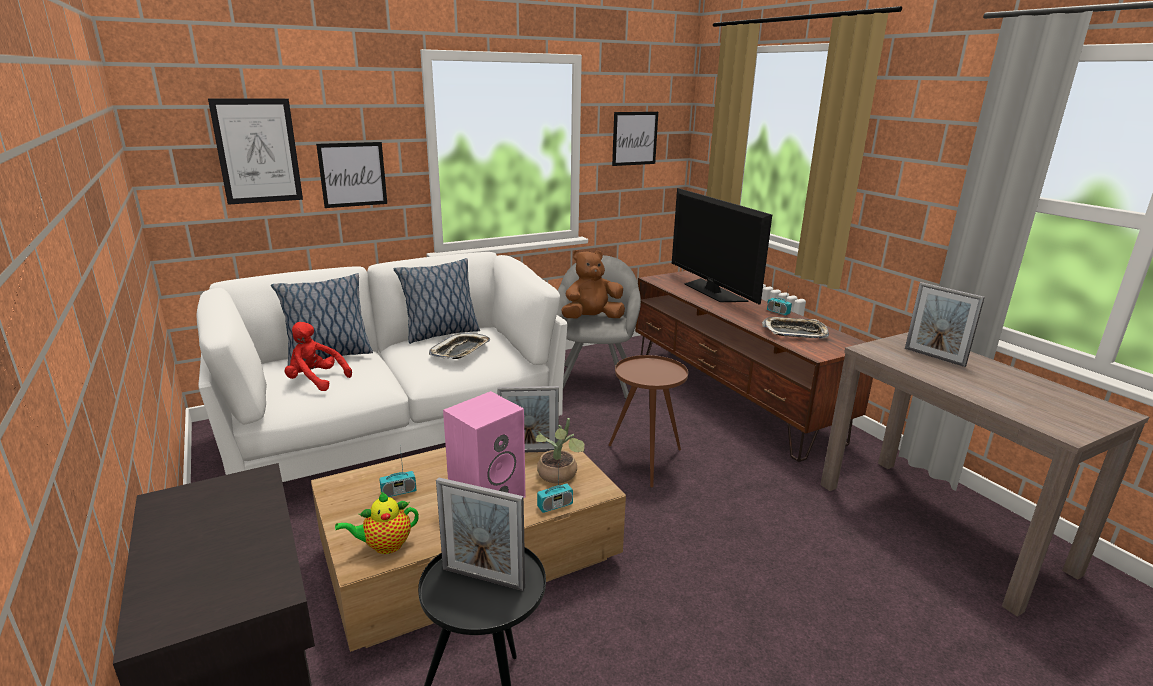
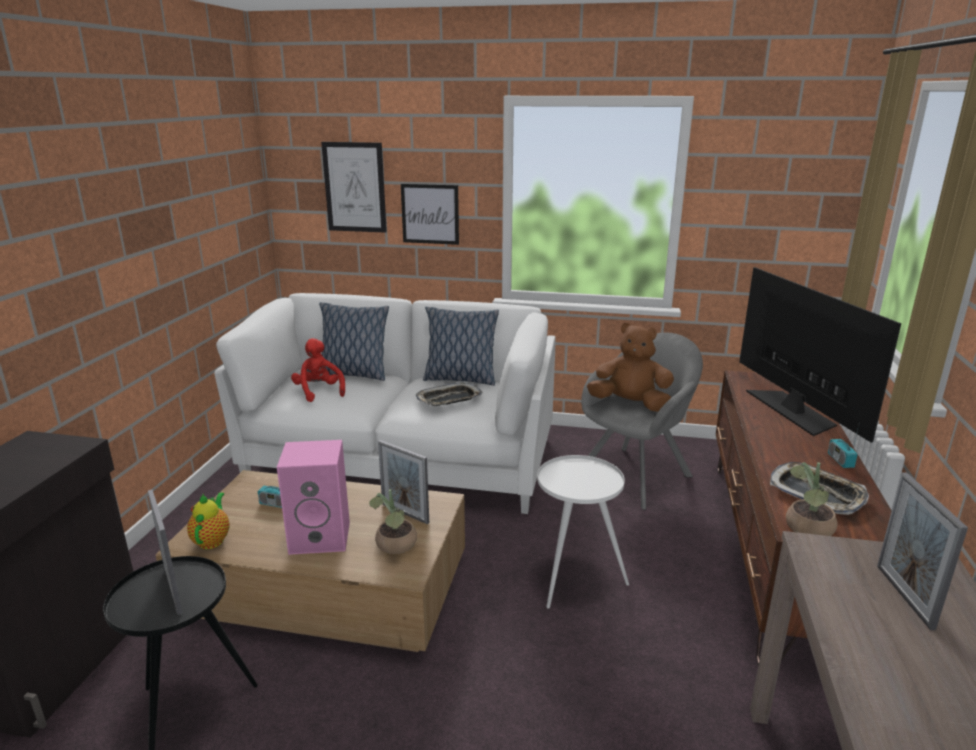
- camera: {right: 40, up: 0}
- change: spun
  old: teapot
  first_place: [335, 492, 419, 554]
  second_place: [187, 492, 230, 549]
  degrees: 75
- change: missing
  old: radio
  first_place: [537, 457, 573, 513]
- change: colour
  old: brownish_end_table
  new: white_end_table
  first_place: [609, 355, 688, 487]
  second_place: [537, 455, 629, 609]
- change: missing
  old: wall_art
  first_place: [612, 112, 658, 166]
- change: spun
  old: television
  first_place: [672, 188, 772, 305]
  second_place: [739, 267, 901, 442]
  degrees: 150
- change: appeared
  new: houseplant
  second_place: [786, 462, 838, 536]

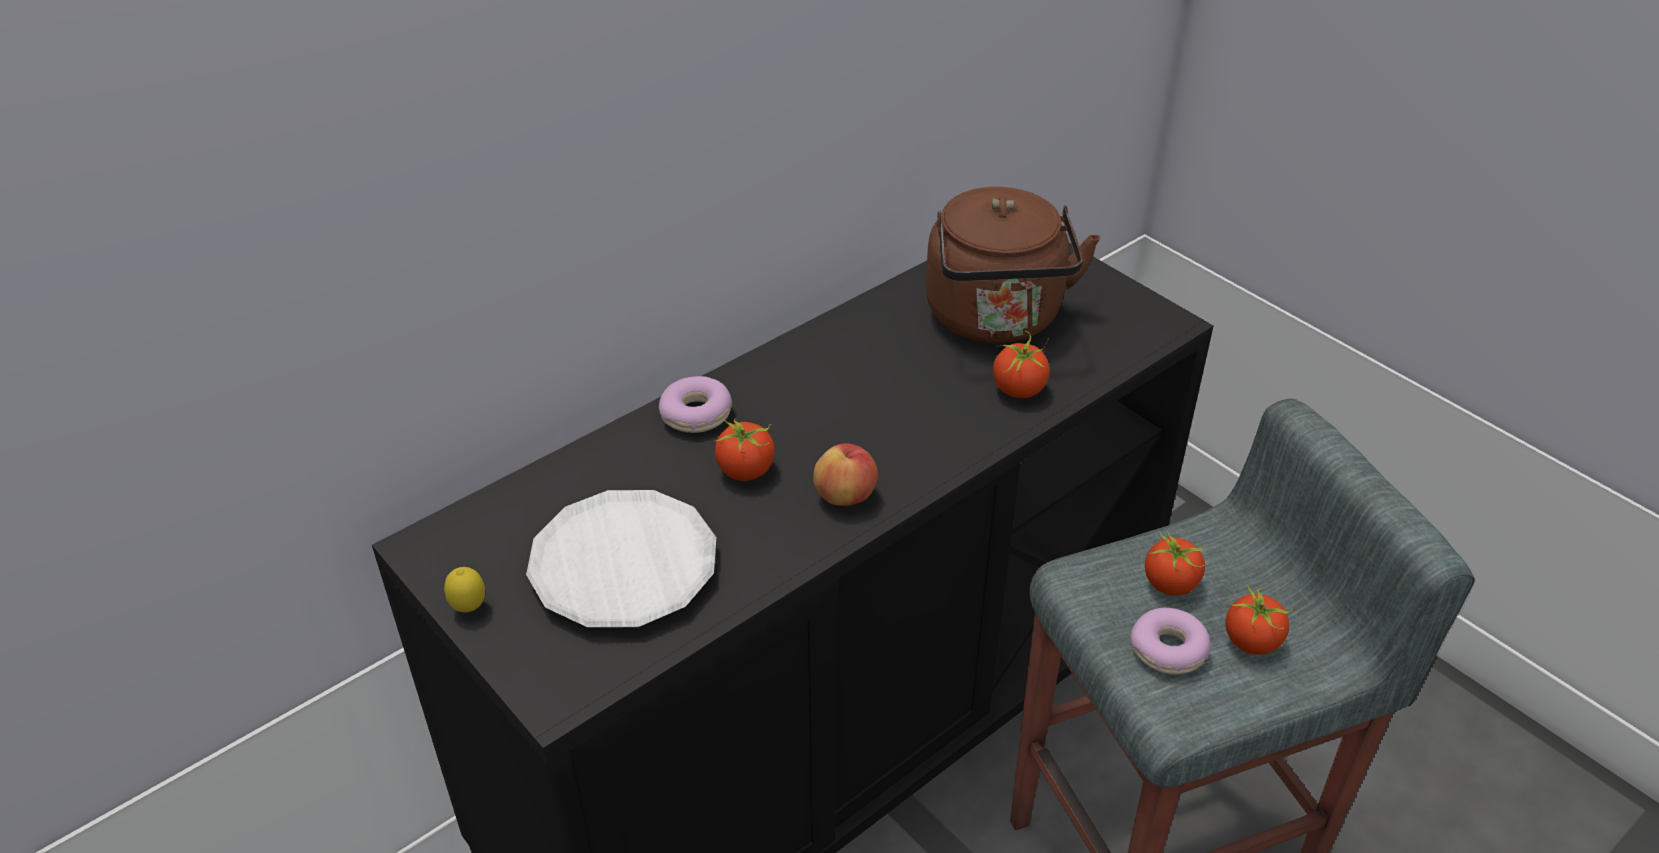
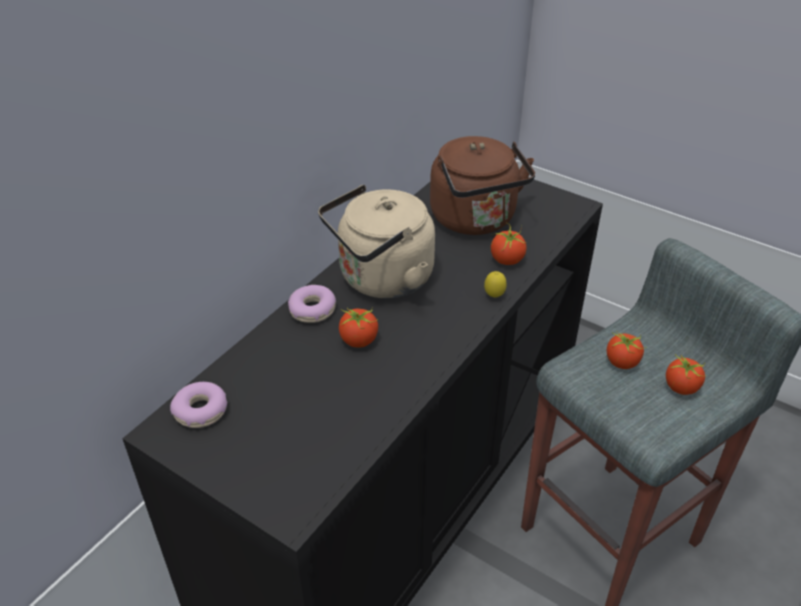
- camera: {right: -15, up: 0}
- change: relocated
  old: citrus_fruit
  first_place: [444, 567, 485, 612]
  second_place: [484, 271, 507, 297]
- change: missing
  old: white_dinner_plate
  first_place: [526, 490, 716, 628]
- change: missing
  old: whole_apple
  first_place: [813, 443, 878, 506]
- change: relocated
  old: doughnut
  first_place: [1131, 608, 1210, 674]
  second_place: [170, 382, 227, 428]
- change: appeared
  new: beige-coloured_tea_kettle
  second_place: [318, 185, 435, 298]

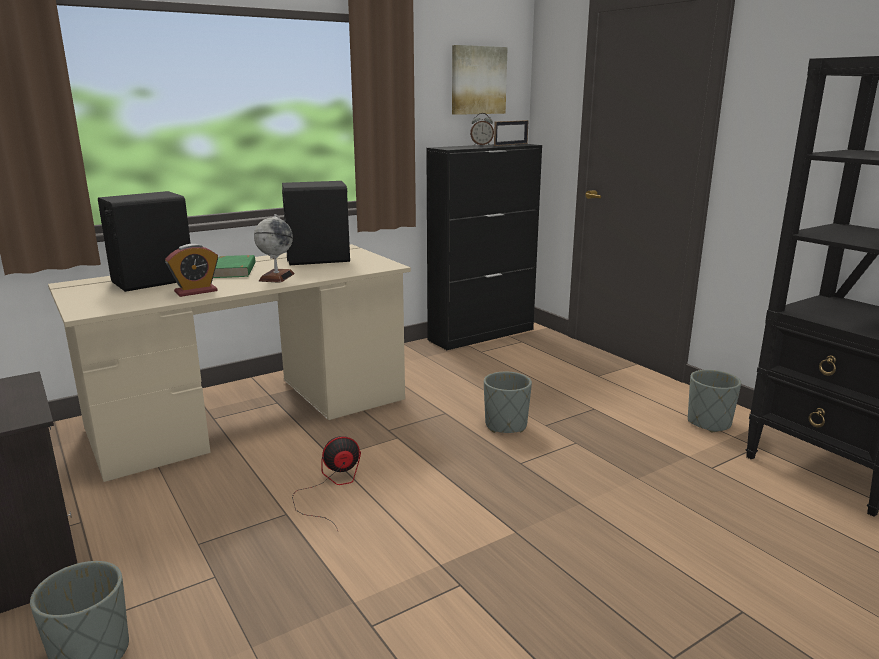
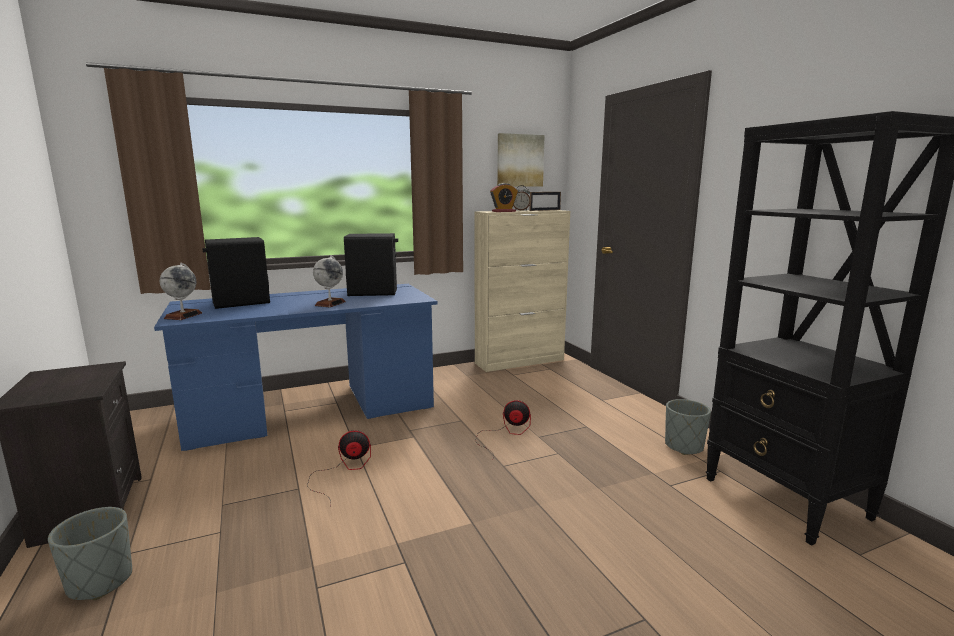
- camera: {right: 10, up: -5}
- change: colour
  old: beige-coloured_desk_table
  new: blue_desk_table
  first_place: [48, 244, 411, 482]
  second_place: [154, 284, 438, 451]
- change: relocated
  old: bedside_clock
  first_place: [165, 244, 218, 297]
  second_place: [490, 183, 518, 212]
- change: missing
  old: greenish_bound_book
  first_place: [213, 255, 255, 278]
- change: colour
  old: blackish_cupboard
  new: beige-coloured_cupboard
  first_place: [426, 144, 542, 350]
  second_place: [475, 210, 570, 372]
- change: exchanged
  old: gray_plant_pot
  new: fan
  first_place: [484, 372, 532, 433]
  second_place: [475, 400, 531, 457]
- change: appeared
  new: world_globe
  second_place: [160, 263, 202, 320]

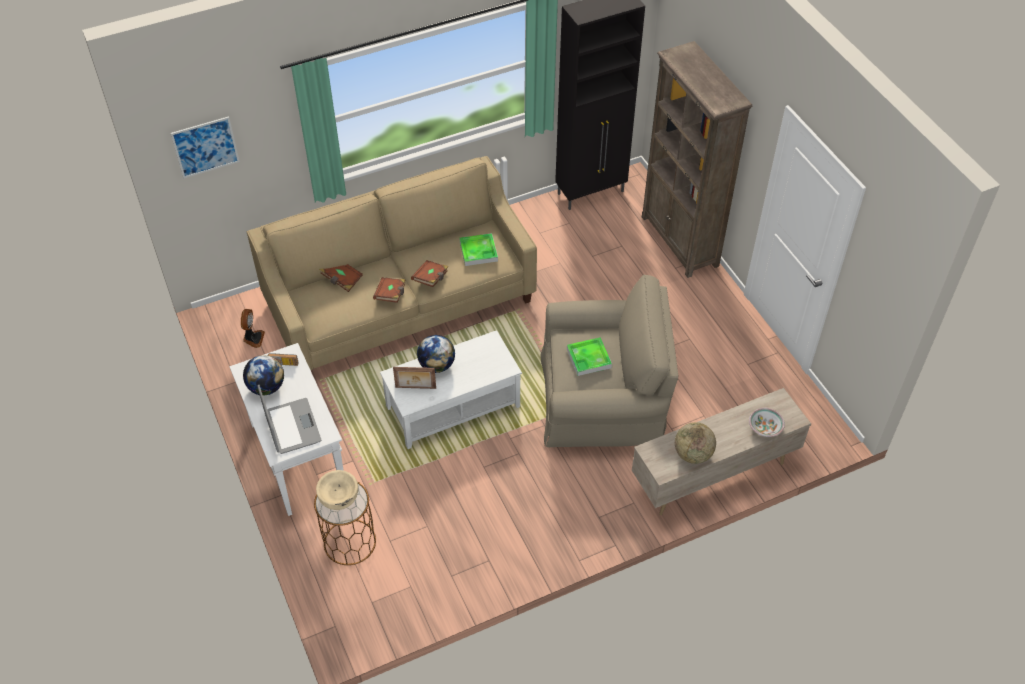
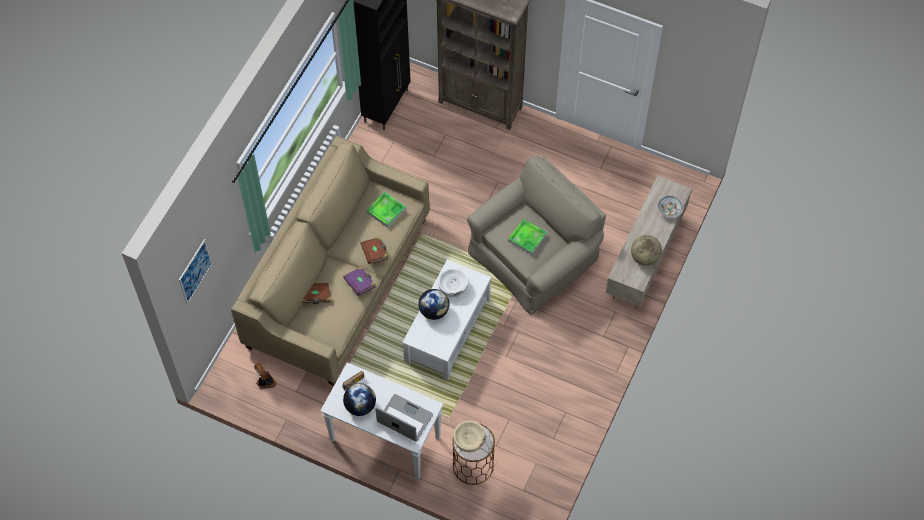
- camera: {right: -40, up: 10}
- change: colour
  old: brownish_bound_book
  new: purple_bound_book
  first_place: [373, 277, 405, 303]
  second_place: [343, 266, 376, 296]
- change: missing
  old: photo_frame
  first_place: [393, 367, 436, 389]
- change: appeared
  new: white_bowl
  second_place: [438, 268, 468, 297]

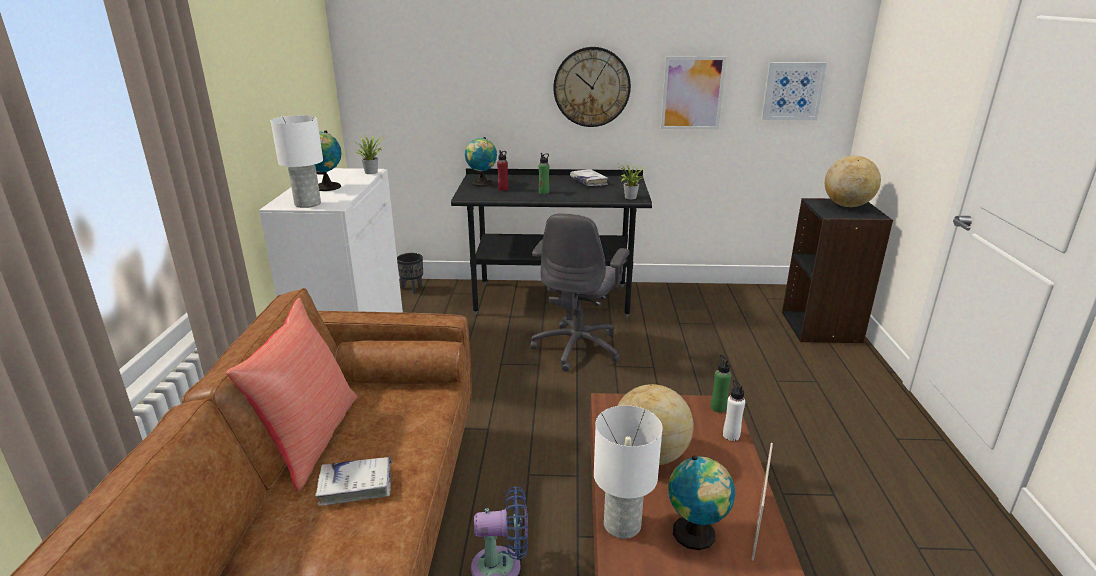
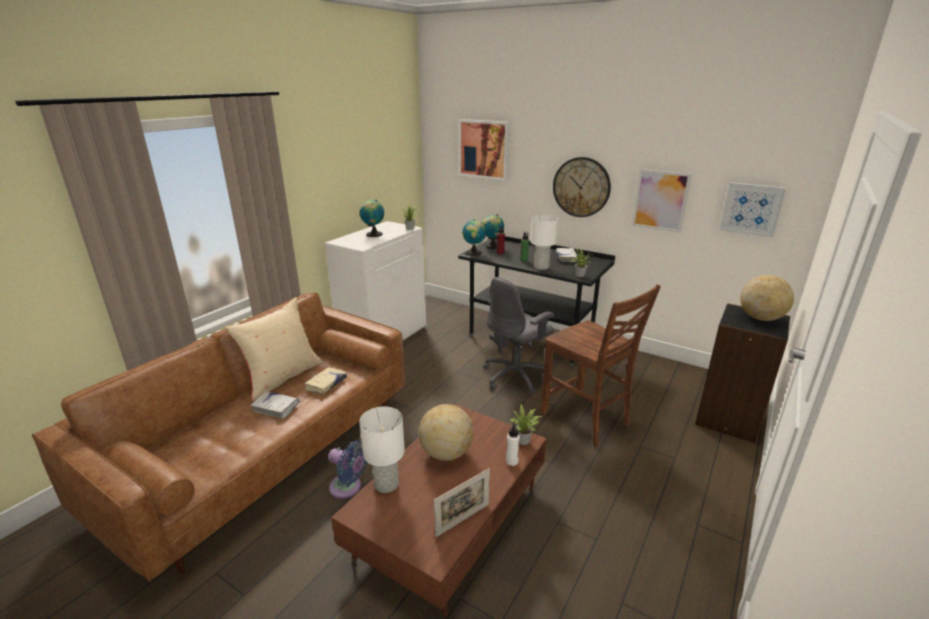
- camera: {right: 30, up: 0}
- change: colour
  old: red_cushion
  new: beige-coloured_cushion
  first_place: [226, 298, 358, 491]
  second_place: [225, 297, 323, 401]
- change: relocated
  old: white_table_lamp
  first_place: [271, 115, 323, 208]
  second_place: [531, 215, 558, 270]
- change: missing
  old: blackish_plant_pot
  first_place: [397, 253, 423, 294]
- change: relocated
  old: world_globe
  first_place: [668, 455, 735, 550]
  second_place: [462, 219, 486, 256]
- change: exchanged
  old: greenish_beverage_bottle
  new: houseplant
  first_place: [711, 355, 731, 413]
  second_place: [510, 405, 542, 445]
- change: appeared
  new: beige-coloured_bound_book
  second_place: [305, 367, 347, 394]
- change: appeared
  new: wall_art
  second_place: [459, 119, 509, 181]
- change: appeared
  new: brownish_upright_chair
  second_place: [541, 284, 661, 447]

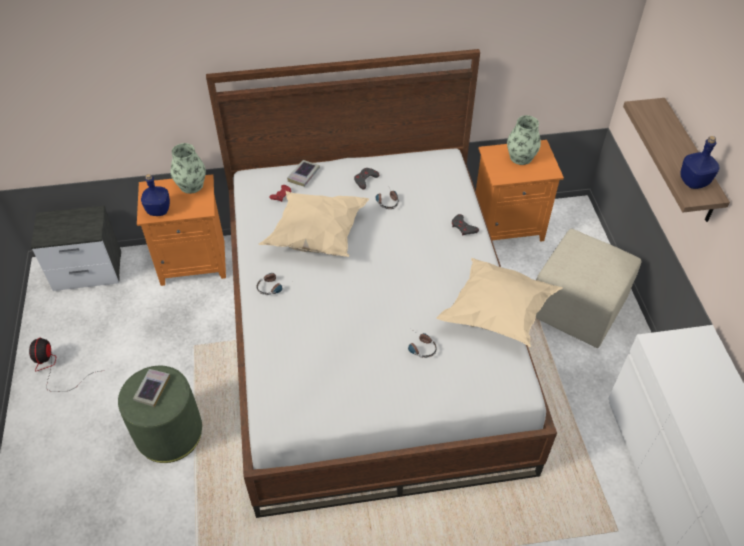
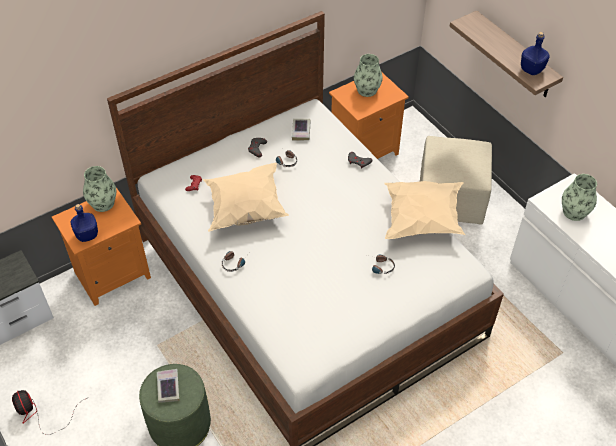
- camera: {right: -25, up: 0}
- change: relocated
  old: bound_book
  first_place: [287, 160, 320, 187]
  second_place: [292, 119, 310, 141]
- change: appeared
  new: decorative_vase
  second_place: [562, 174, 597, 221]

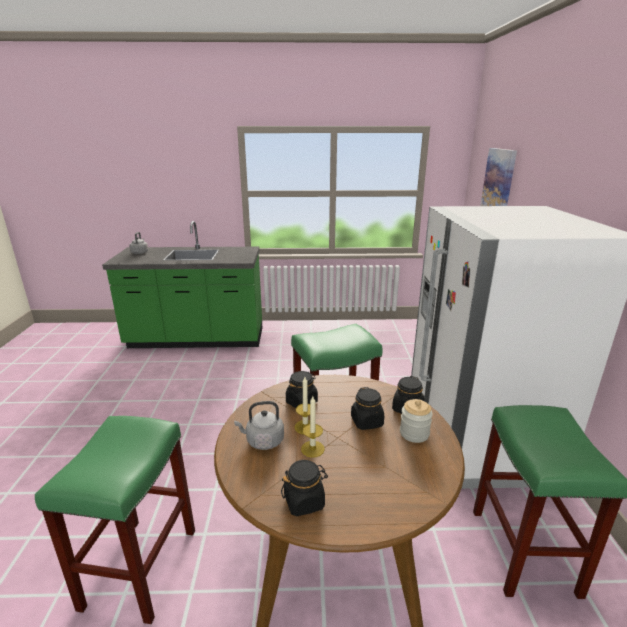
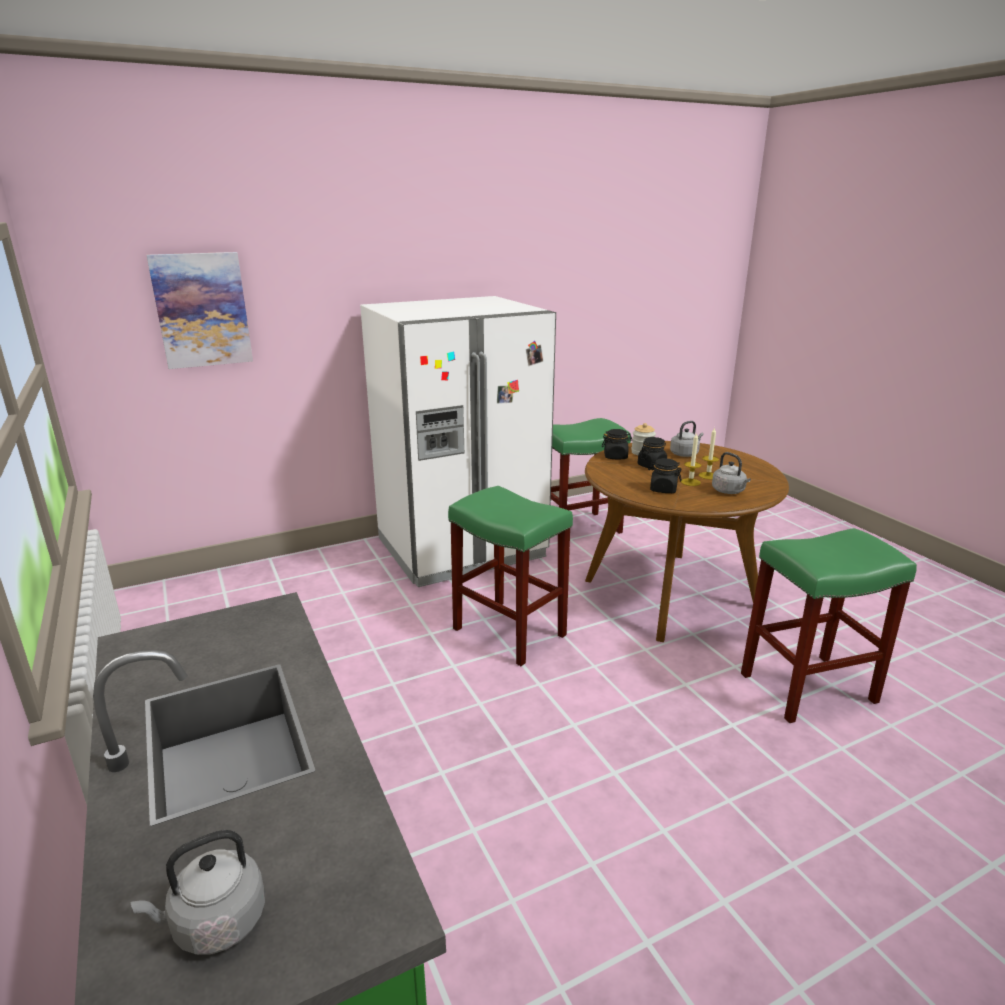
- camera: {right: -115, up: 0}
- change: missing
  old: blackish_preserve_jar
  first_place: [281, 460, 328, 517]
- change: appeared
  new: gray_tea_kettle
  second_place: [670, 421, 704, 457]

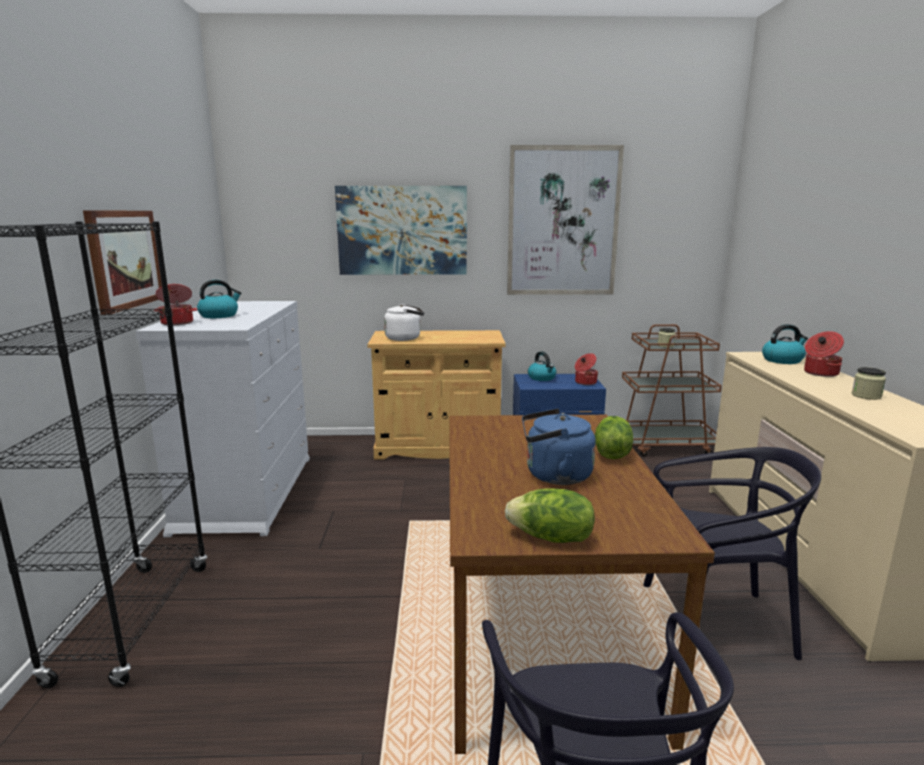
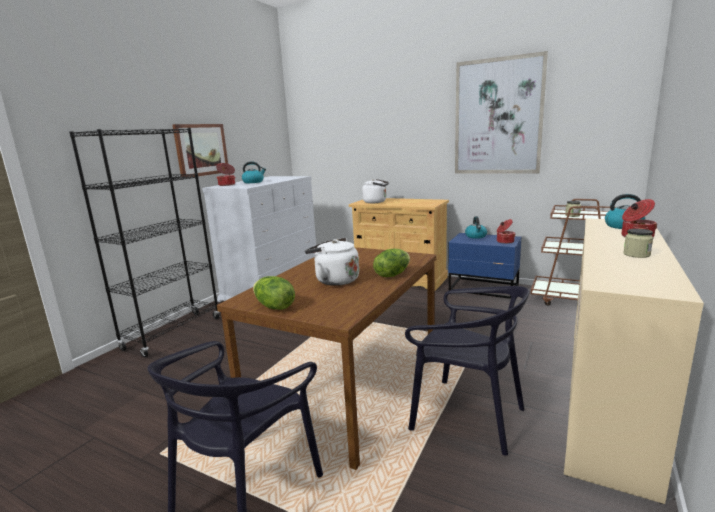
- camera: {right: 30, up: 0}
- change: missing
  old: wall_art
  first_place: [335, 186, 467, 275]
- change: colour
  old: blue_tea_kettle
  new: white_tea_kettle
  first_place: [522, 409, 596, 485]
  second_place: [305, 238, 359, 286]

